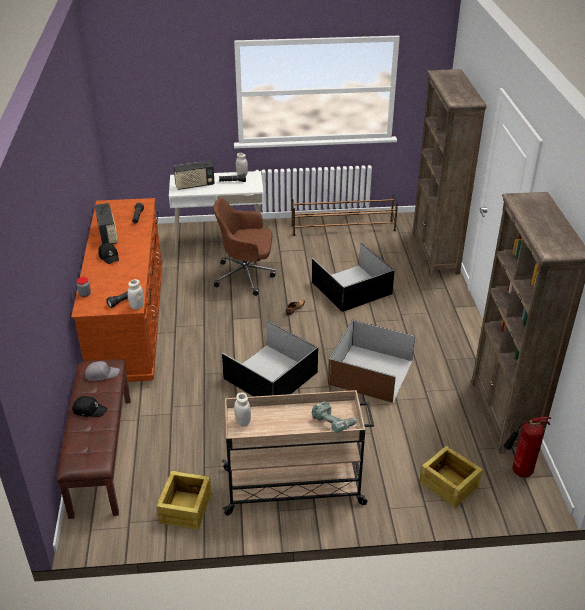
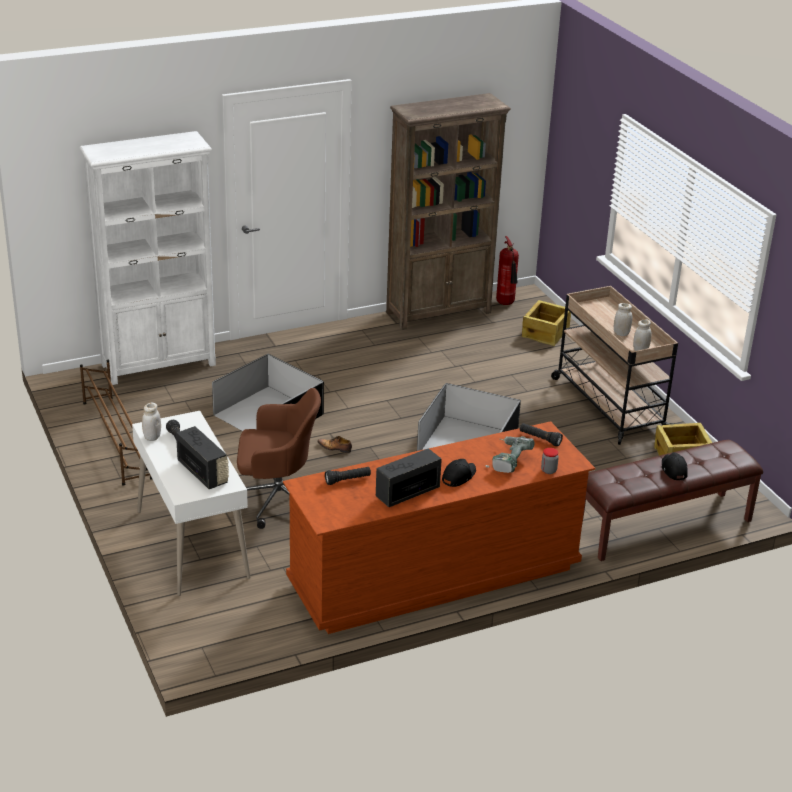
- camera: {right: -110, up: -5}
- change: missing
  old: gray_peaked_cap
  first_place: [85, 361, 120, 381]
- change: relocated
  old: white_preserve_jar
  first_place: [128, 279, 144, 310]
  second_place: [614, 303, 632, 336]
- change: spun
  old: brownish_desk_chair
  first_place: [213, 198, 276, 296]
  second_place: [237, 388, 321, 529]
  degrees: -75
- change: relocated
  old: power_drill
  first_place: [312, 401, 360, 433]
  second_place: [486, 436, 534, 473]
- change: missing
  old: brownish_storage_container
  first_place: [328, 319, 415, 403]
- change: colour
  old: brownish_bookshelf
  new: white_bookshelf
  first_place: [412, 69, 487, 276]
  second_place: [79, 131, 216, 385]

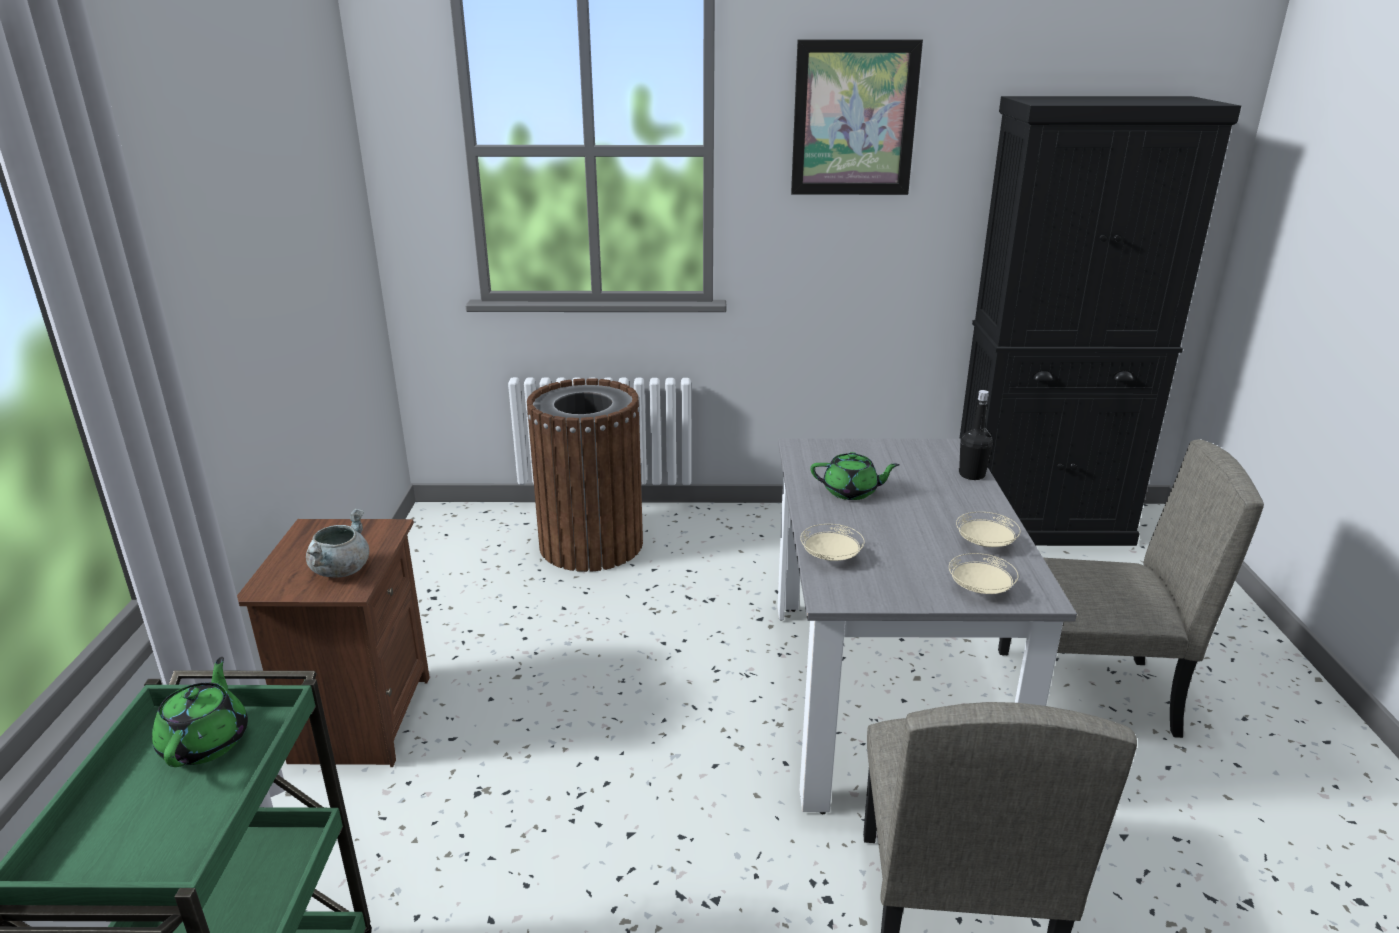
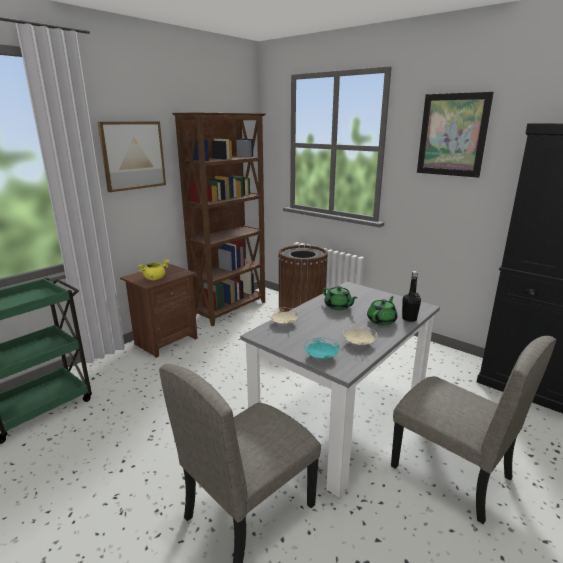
- camera: {right: 40, up: -5}
- change: relocated
  old: greenish_teapot
  first_place: [152, 657, 248, 767]
  second_place: [367, 296, 397, 325]
- change: colour
  old: gray_cooking_pot
  new: yellow_cooking_pot
  first_place: [306, 508, 369, 578]
  second_place: [138, 259, 169, 280]
- change: colour
  old: beige-coloured_dinner_plate
  new: turquoise_dinner_plate
  first_place: [949, 553, 1018, 594]
  second_place: [304, 338, 340, 359]
- change: appeared
  new: wall_art
  second_place: [97, 122, 166, 192]
- change: appeared
  new: brownish_bookshelf
  second_place: [172, 112, 266, 326]

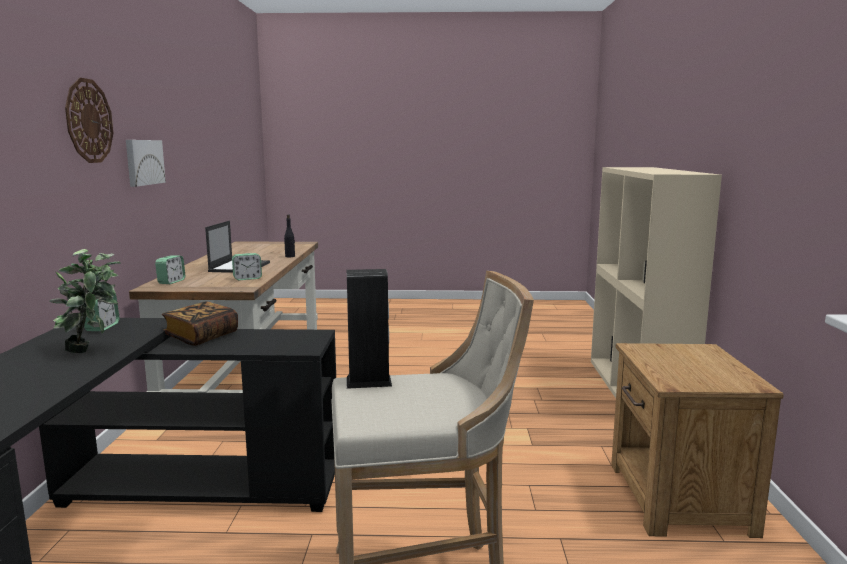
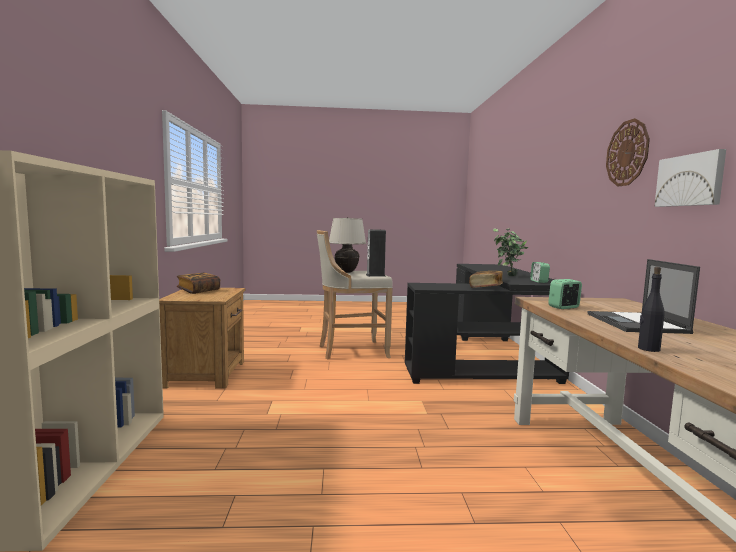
- camera: {right: 175, up: -5}
- change: missing
  old: bedside_clock
  first_place: [155, 256, 185, 284]
- change: appeared
  new: bound_book
  second_place: [177, 273, 220, 294]
- change: appeared
  new: beige-coloured_table_lamp
  second_place: [329, 217, 366, 273]

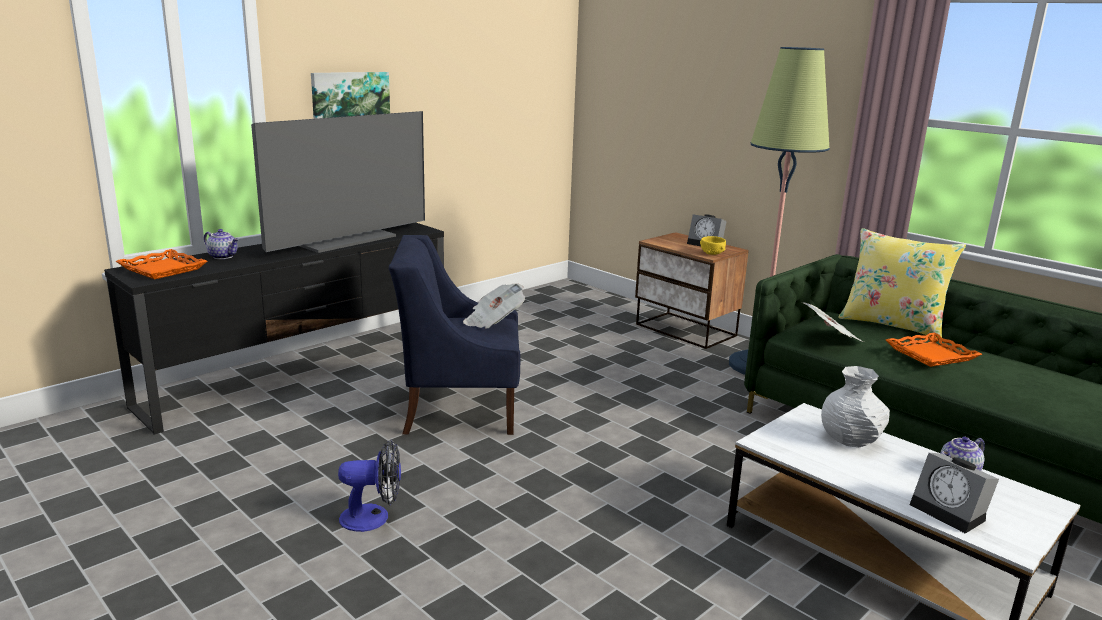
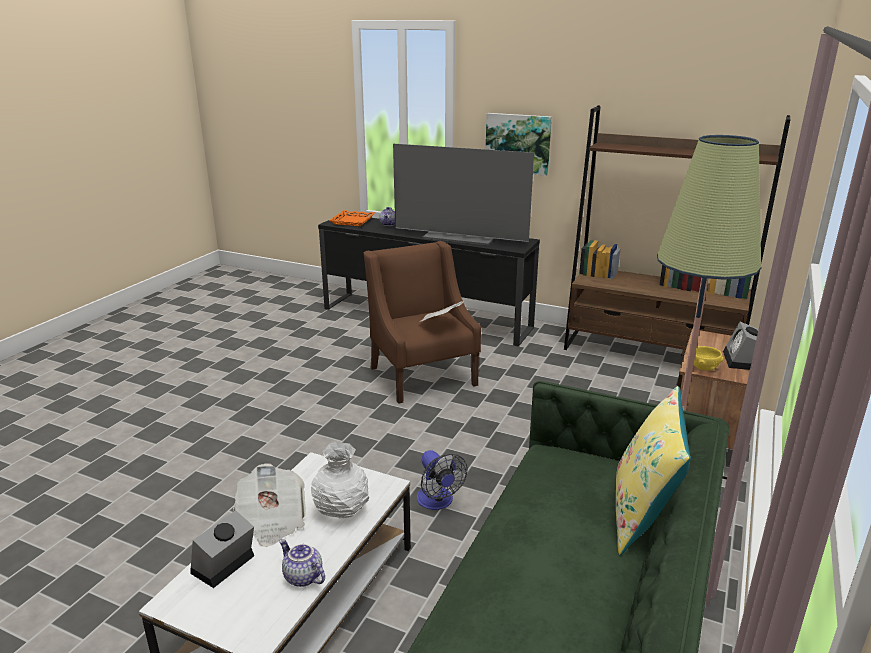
- camera: {right: 70, up: 5}
- change: relocated
  old: fan
  first_place: [338, 440, 401, 532]
  second_place: [417, 450, 468, 510]
- change: colour
  old: blue_easy_chair
  new: brownish_easy_chair
  first_place: [389, 235, 521, 435]
  second_place: [364, 241, 481, 404]
- change: relocated
  old: newspaper
  first_place: [802, 302, 864, 342]
  second_place: [233, 463, 306, 547]
- change: missing
  old: orange-coloured_tray
  first_place: [886, 333, 982, 367]
- change: appeared
  new: brownish_bookshelf
  second_place: [564, 105, 790, 350]

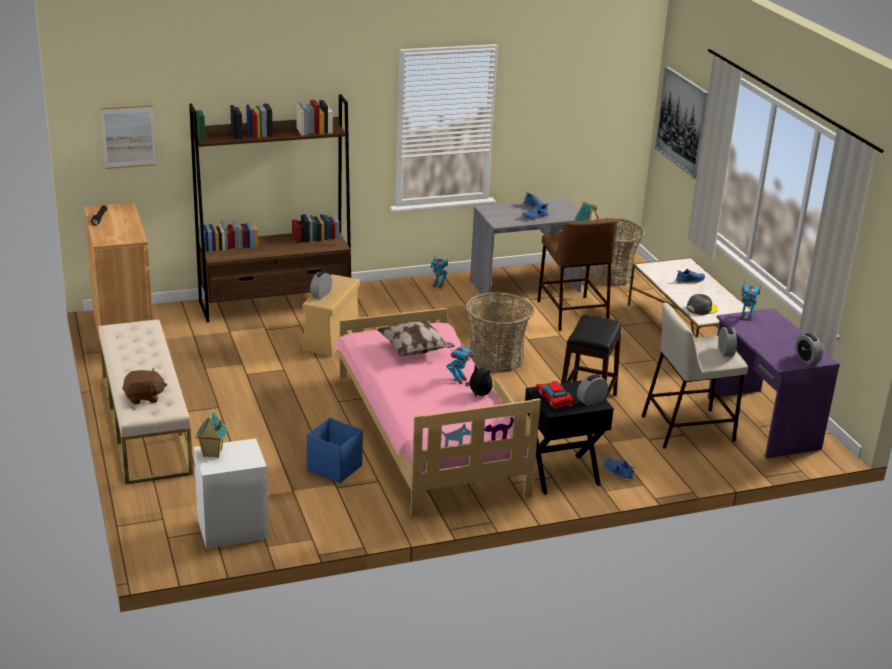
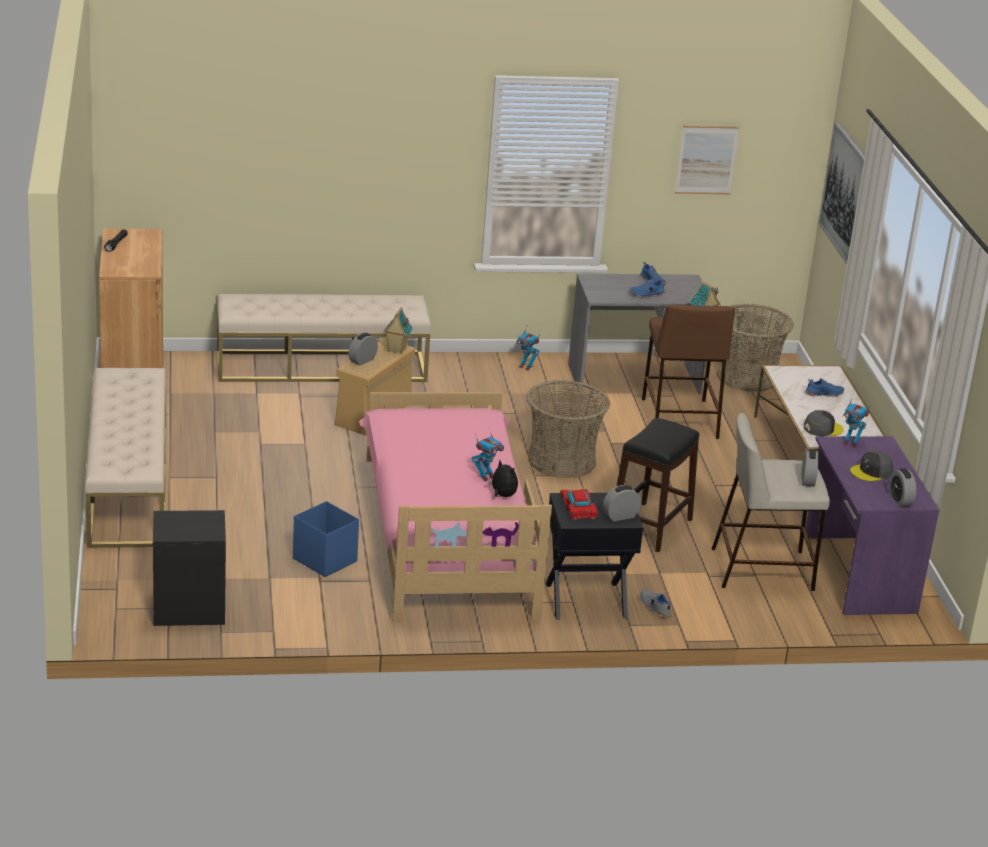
- camera: {right: 10, up: 0}
- change: relocated
  old: wall_art
  first_place: [100, 105, 157, 169]
  second_place: [675, 126, 739, 194]
- change: missing
  old: brownish_soft_toy
  first_place: [122, 368, 167, 404]
- change: exchanged
  old: brownish_bookshelf
  new: beige-coloured_bench
  first_place: [189, 94, 351, 323]
  second_place: [217, 294, 431, 382]
- change: colour
  old: white_night_table
  new: blackish_night_table
  first_place: [194, 438, 268, 549]
  second_place: [153, 510, 226, 626]
- change: relocated
  old: model_house
  first_place: [196, 408, 227, 458]
  second_place: [383, 307, 413, 354]
- change: missing
  old: cushion
  first_place: [377, 321, 455, 356]
- change: colour
  old: blue_item_of_footwear
  new: gray_item_of_footwear
  first_place: [604, 458, 635, 481]
  second_place: [640, 589, 671, 618]
- change: appeared
  new: gray_peaked_cap
  second_place: [850, 450, 894, 481]

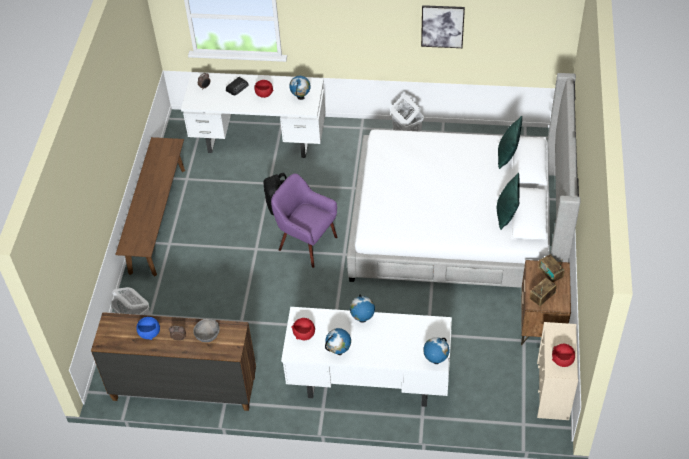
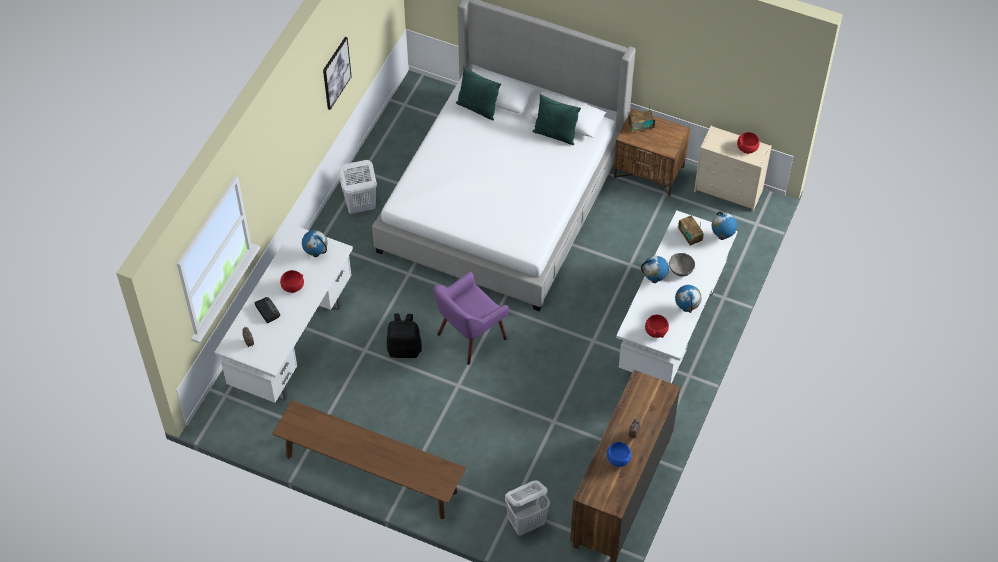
- camera: {right: -75, up: 5}
- change: relocated
  old: gray_bowl
  first_place: [194, 319, 220, 342]
  second_place: [669, 253, 695, 276]
- change: relocated
  old: radio
  first_place: [530, 278, 557, 306]
  second_place: [678, 215, 704, 246]

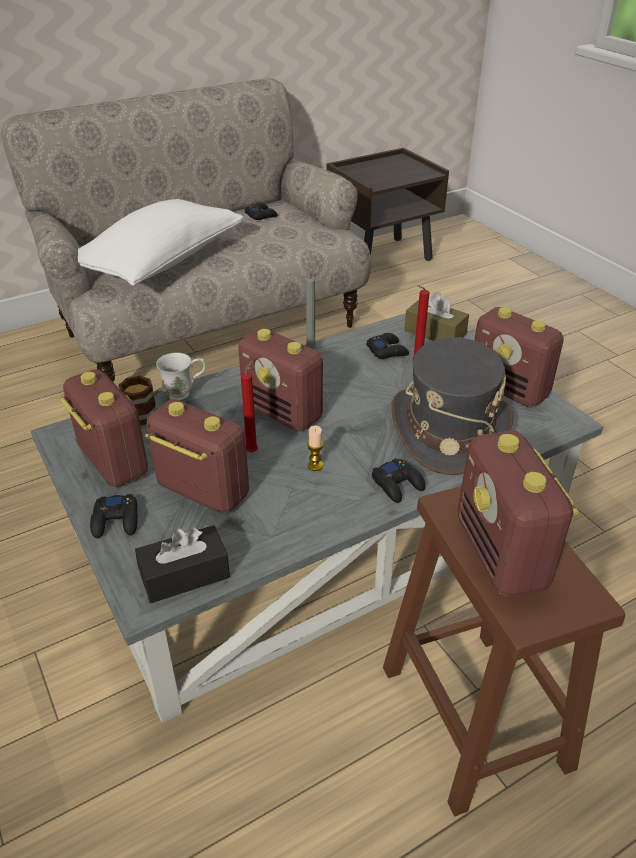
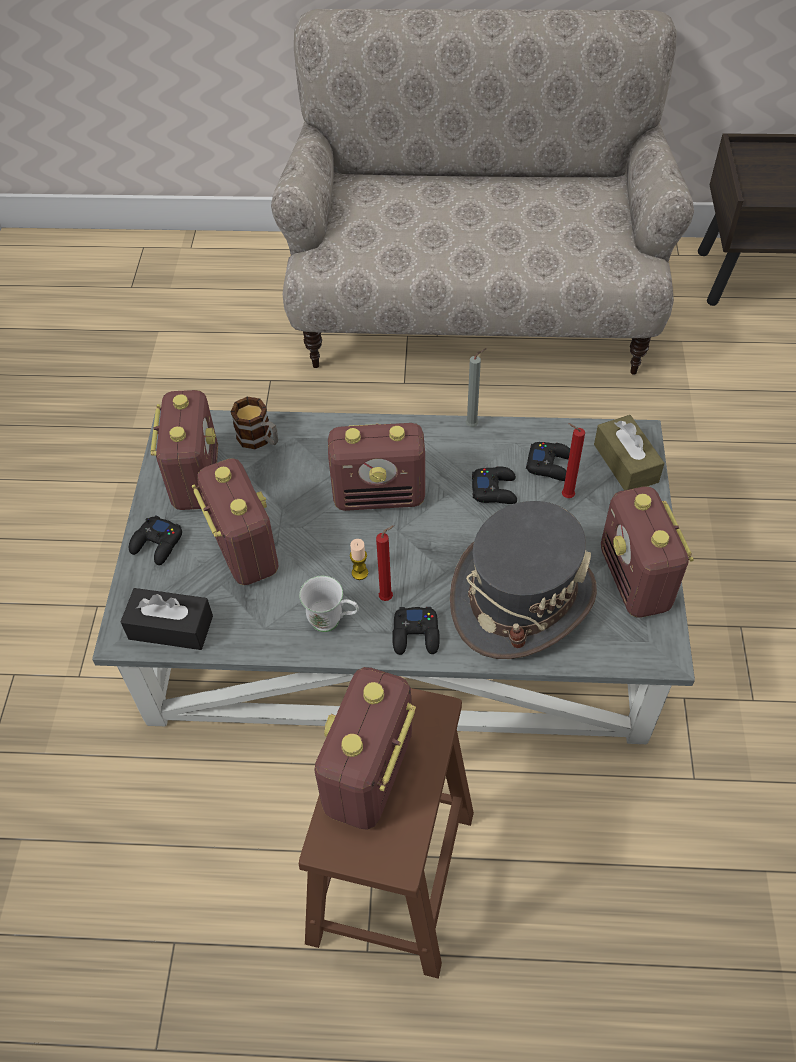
- camera: {right: 35, up: 15}
- change: missing
  old: white_cushion
  first_place: [78, 199, 244, 286]
- change: relocated
  old: white_mug
  first_place: [156, 353, 206, 401]
  second_place: [299, 576, 359, 632]
- change: spun
  old: radio
  first_place: [238, 328, 324, 431]
  second_place: [328, 423, 425, 511]
  degrees: -75
- change: relocated
  old: red_wax_light
  first_place: [241, 361, 258, 452]
  second_place: [376, 525, 394, 601]
- change: relocated
  old: blackish_joypad
  first_place: [245, 202, 278, 220]
  second_place: [472, 466, 517, 504]

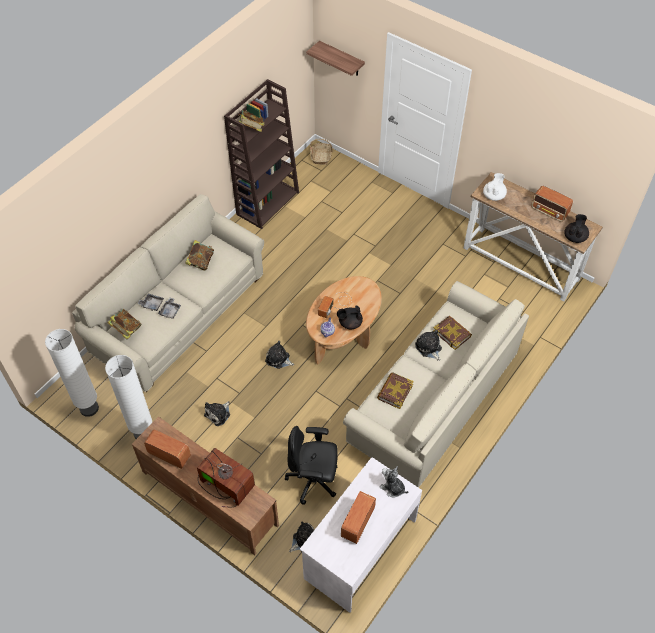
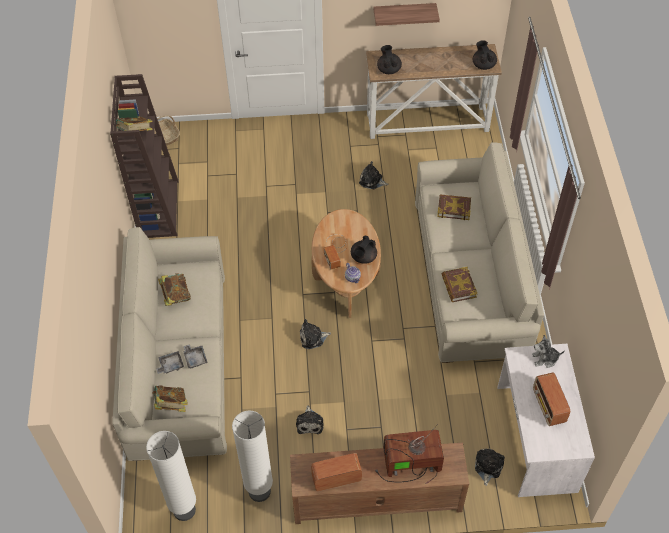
- camera: {right: -40, up: 0}
- change: missing
  old: blackish_desk_chair
  first_place: [285, 426, 338, 505]
- change: relocated
  old: wall_shelf
  first_place: [306, 41, 365, 76]
  second_place: [373, 3, 440, 26]
- change: relocated
  old: soft_toy
  first_place: [415, 330, 442, 361]
  second_place: [359, 161, 389, 189]
- change: colour
  old: white_teapot
  new: blackish_teapot
  first_place: [483, 173, 507, 201]
  second_place: [377, 45, 402, 74]
- change: missing
  old: radio
  first_place: [531, 186, 573, 222]

